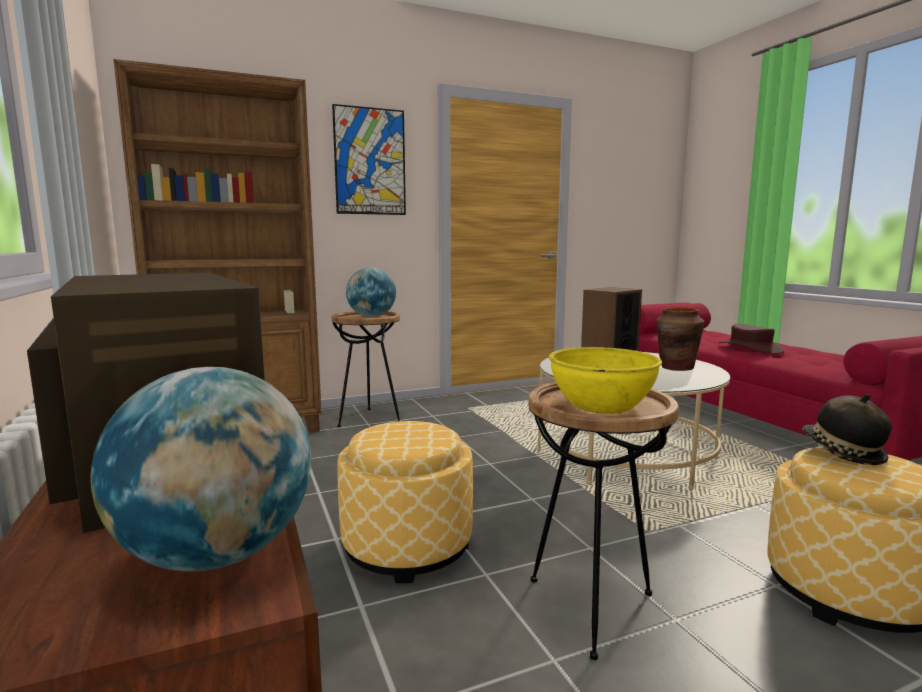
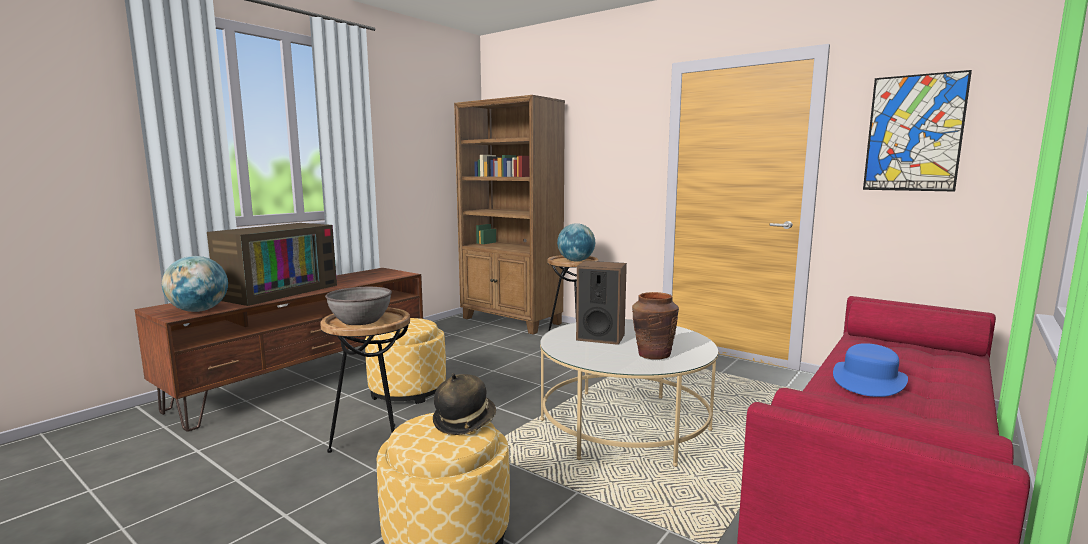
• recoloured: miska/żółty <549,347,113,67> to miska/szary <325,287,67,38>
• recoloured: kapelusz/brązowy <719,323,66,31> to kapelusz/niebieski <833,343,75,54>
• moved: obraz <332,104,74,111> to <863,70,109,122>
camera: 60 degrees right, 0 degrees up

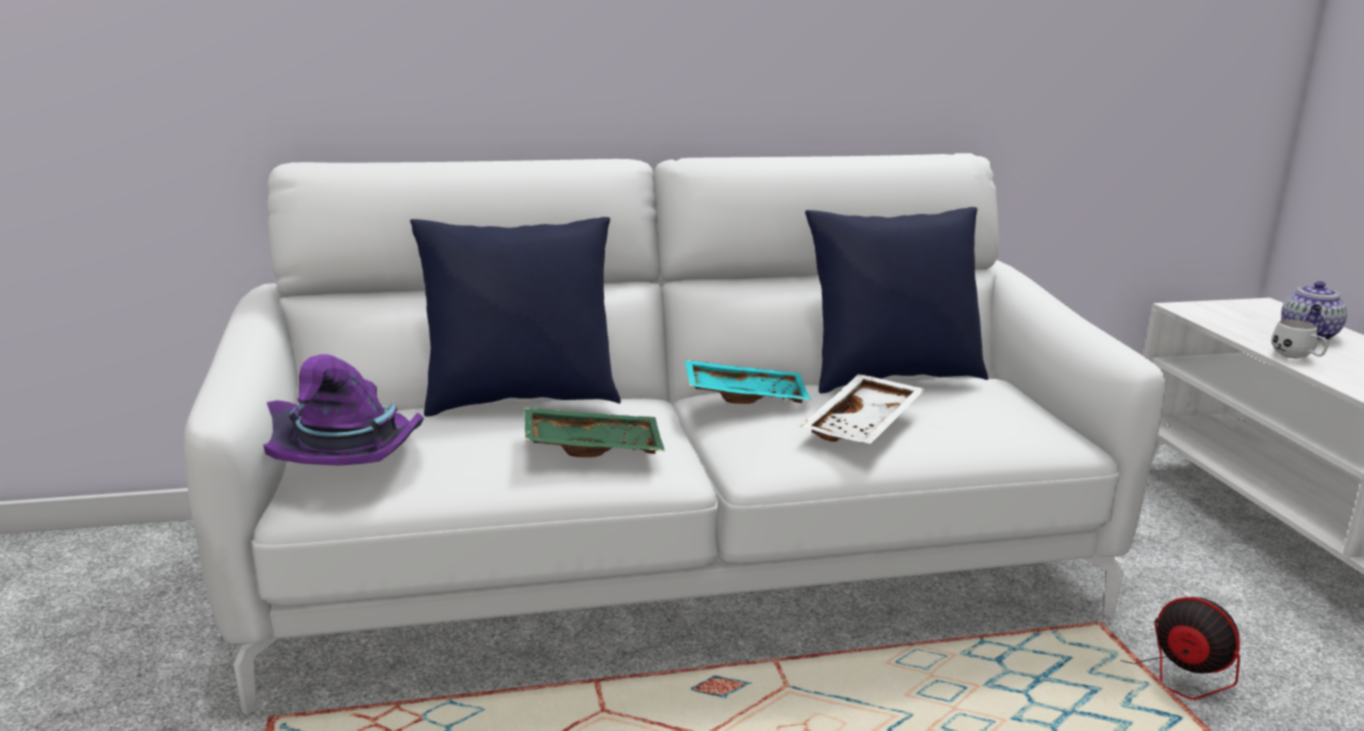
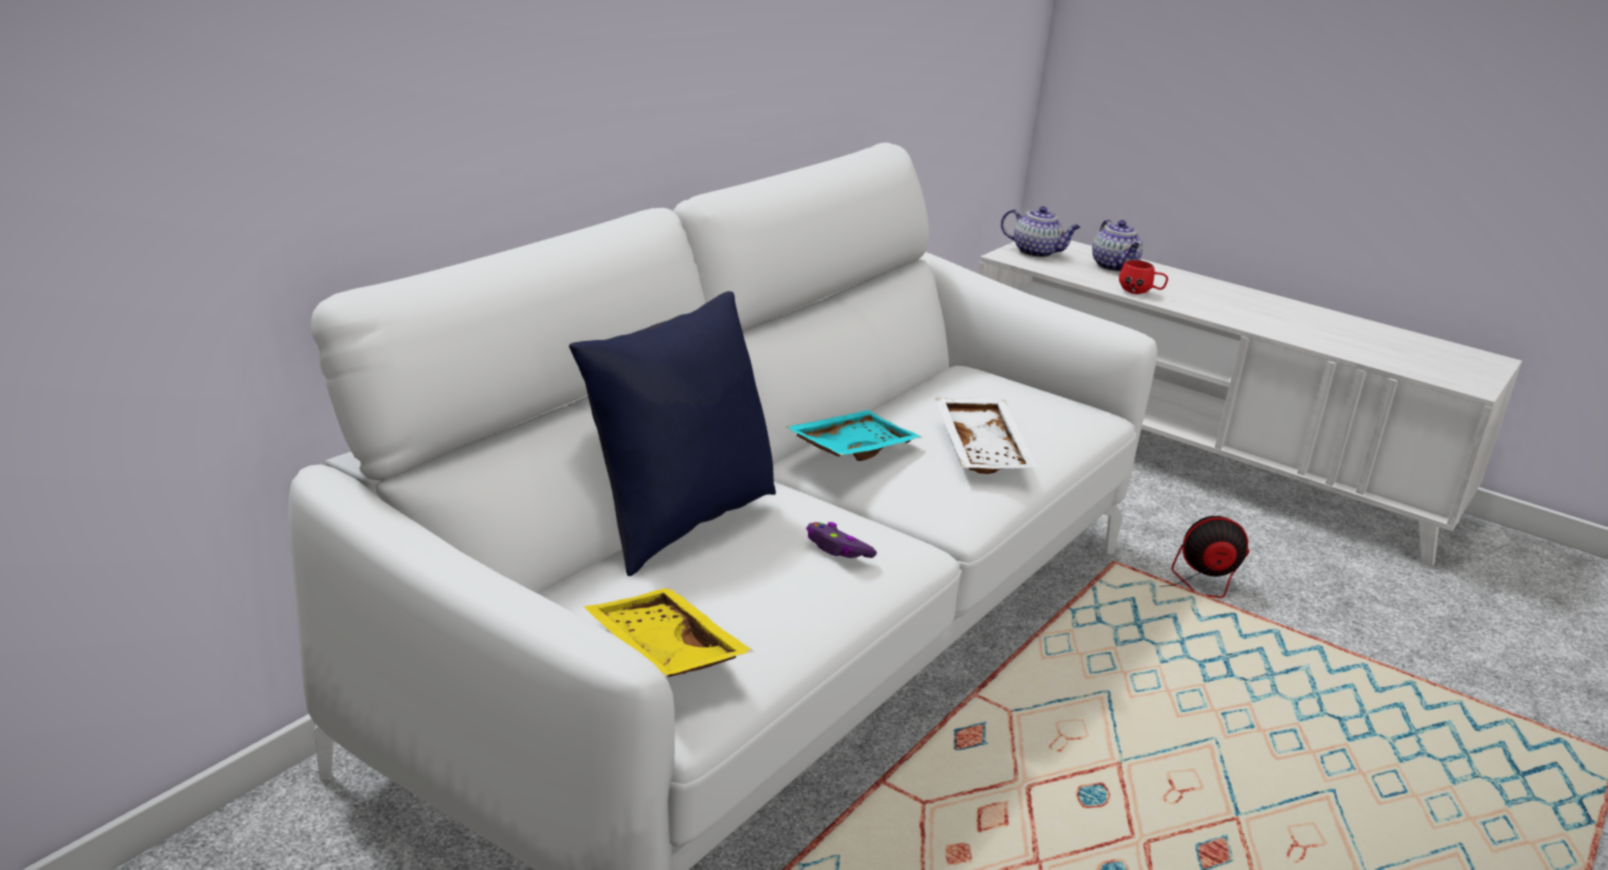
• replaced: kapelusz/fioletowy <263,354,161,112> to taca/żółty <584,588,169,89>
• replaced: taca/zielony <524,407,141,50> to pad do gier/fioletowy <806,522,71,36>
• added: imbryk <1001,206,80,52>
• recoloured: kubek/biały <1271,319,58,39> to kubek/czerwony <1119,260,49,34>
• removed: poduszka/niebieski <805,207,183,186>
camera: 45 degrees left, 5 degrees up

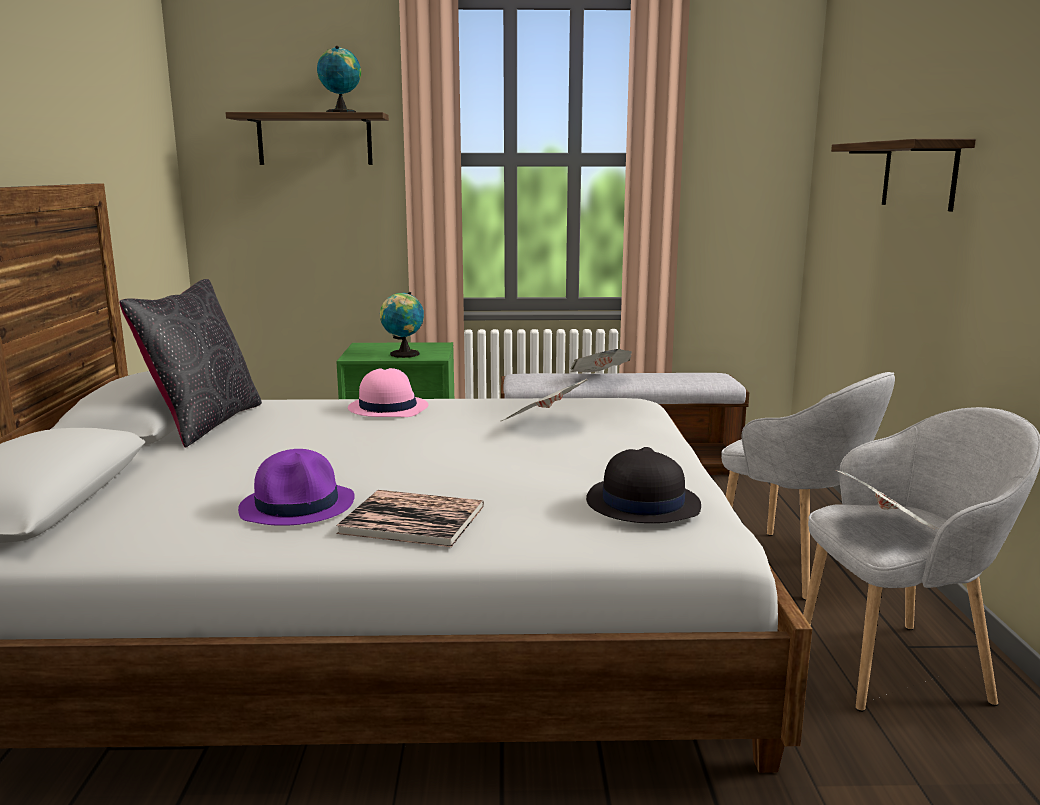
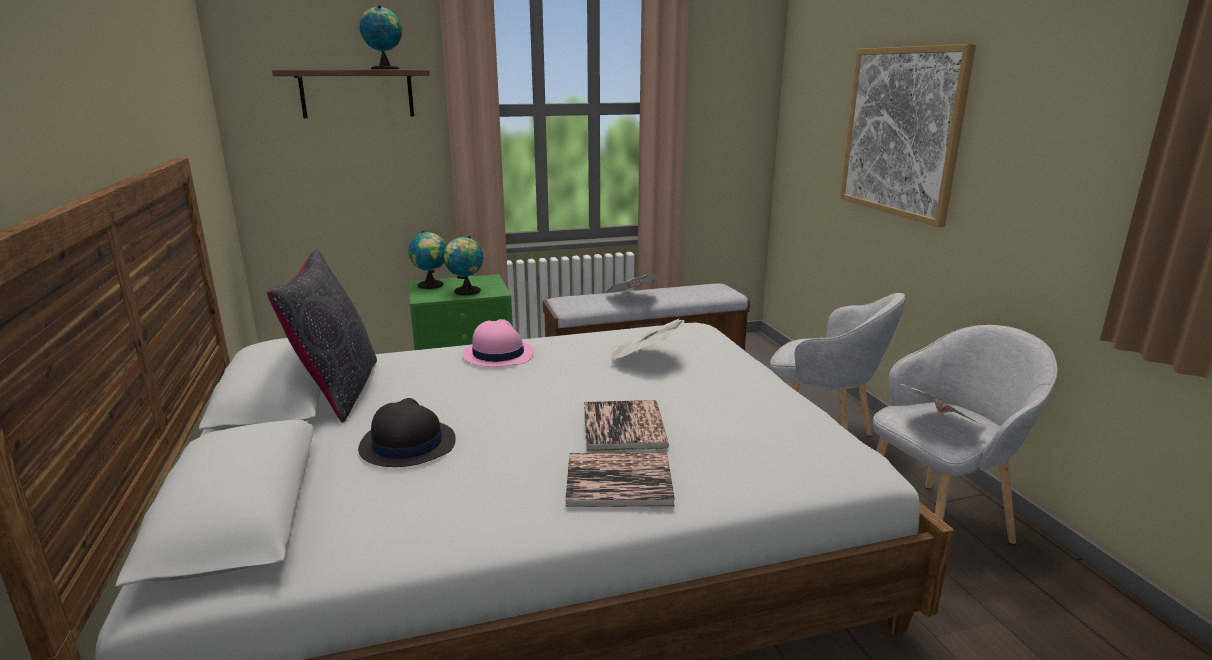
• moved: kapelusz/czarny <586,447,115,76> to <358,398,98,69>
• added: globus <408,231,39,58>
• added: książka <584,400,85,51>
• replaced: półka <831,139,145,72> to obraz <840,44,136,183>
• removed: kapelusz/fioletowy <238,449,117,77>
camera: 15 degrees left, 5 degrees up

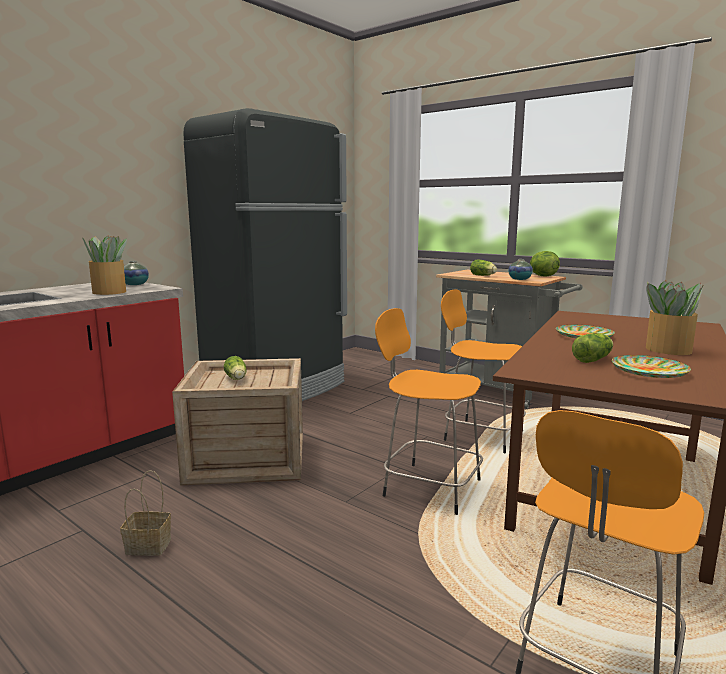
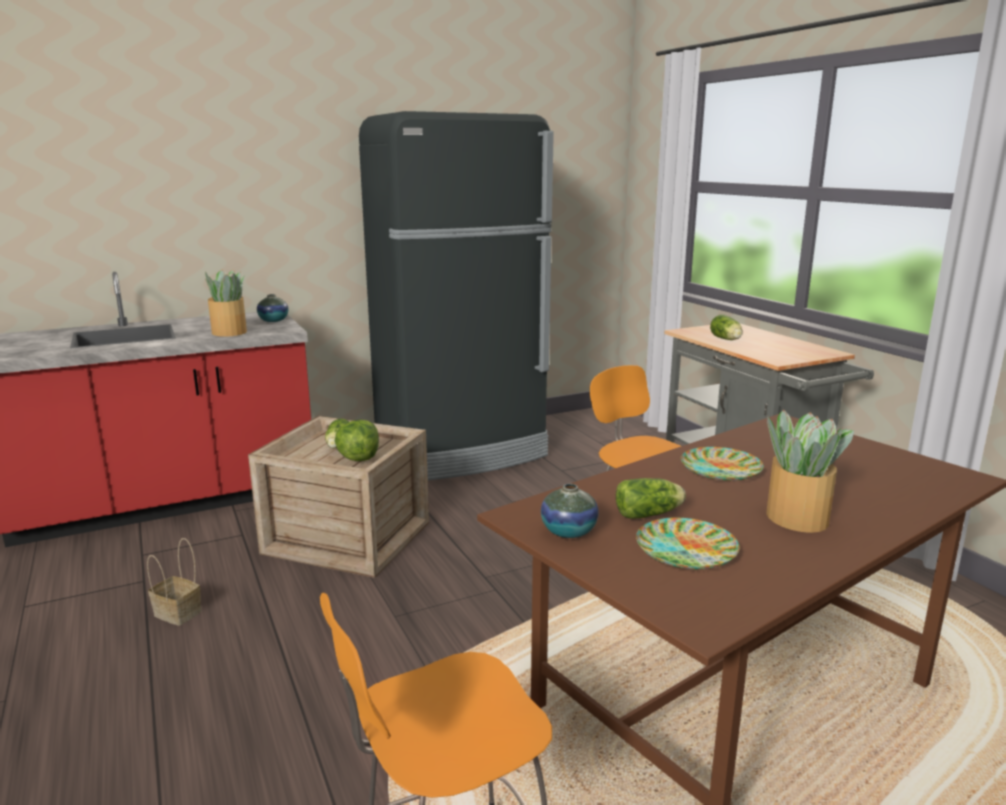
• moved: sałata <530,251,30,25> to <335,420,44,41>
• moved: wazon <508,259,25,21> to <541,484,58,54>
• removed: stołek/pomarańczowy <375,308,108,207>
camera: 25 degrees right, 5 degrees up

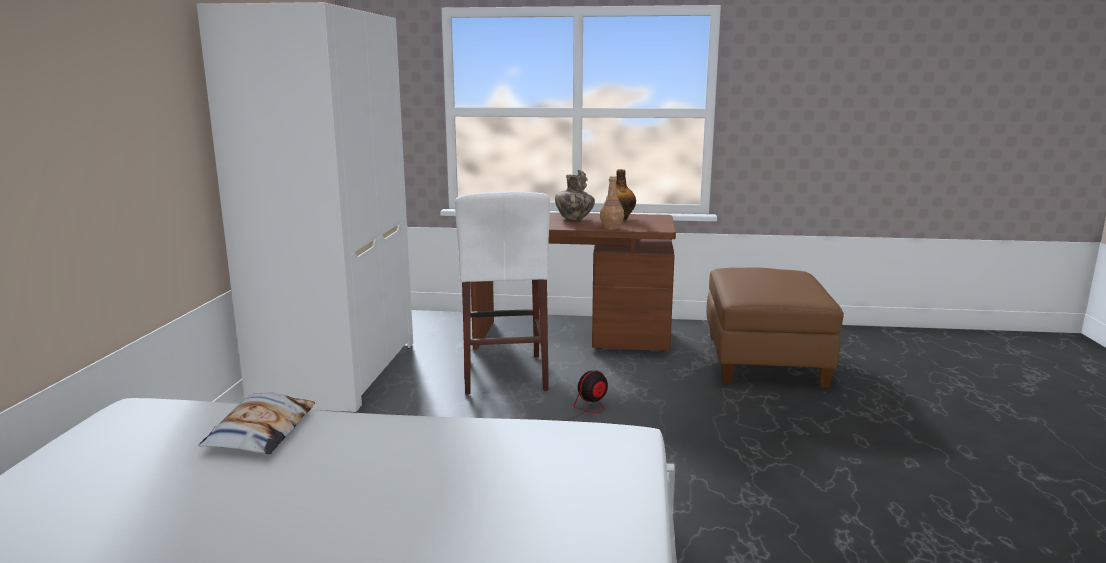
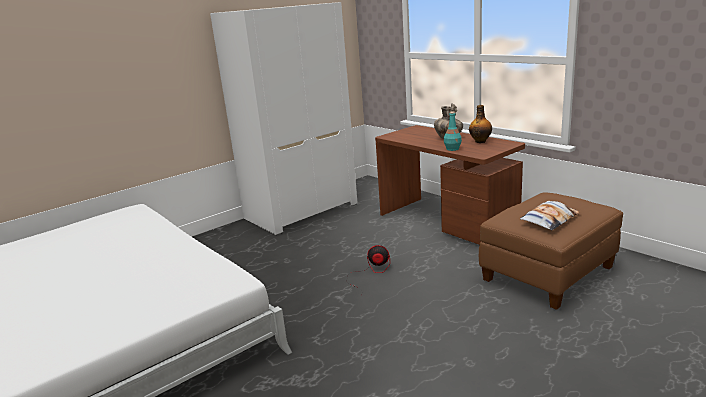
• recoloured: butelka/brązowy <600,176,24,53> to butelka/turkusowy <444,111,18,40>
• moved: poduszka <199,392,116,62> to <520,201,59,29>
• removed: stołek/biały <455,192,95,203>
camera: 45 degrees right, 5 degrees up

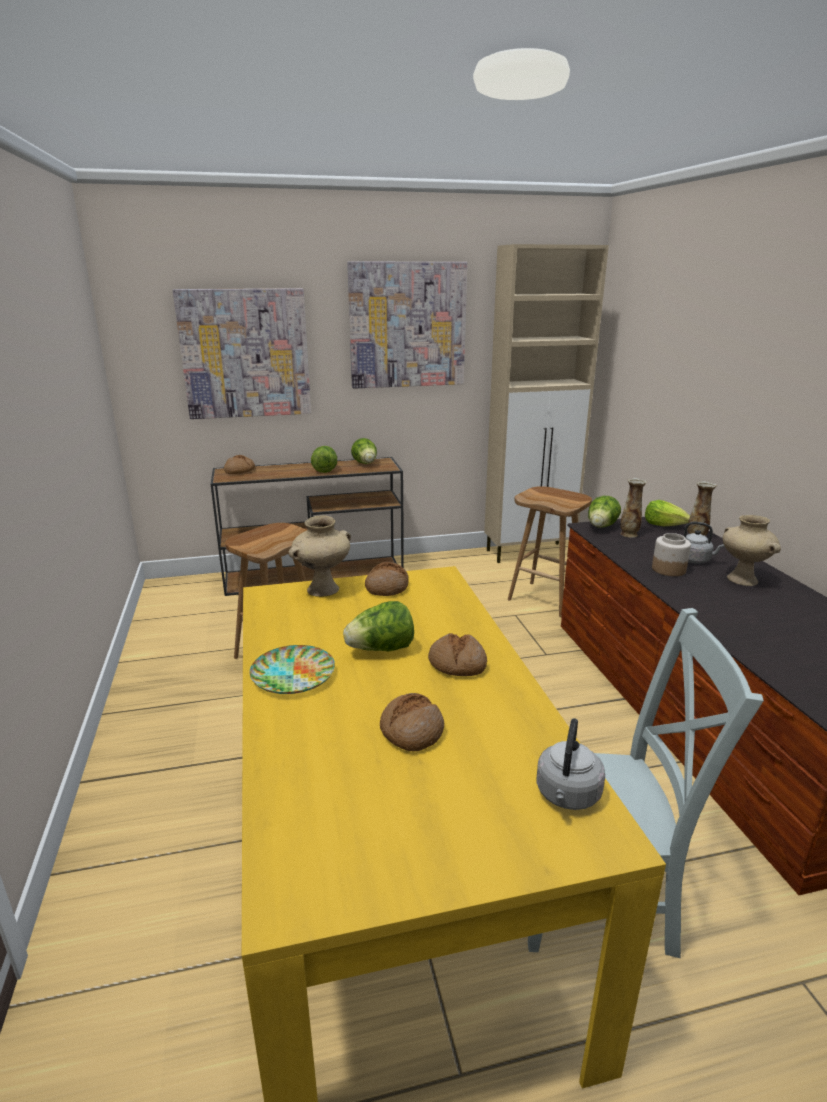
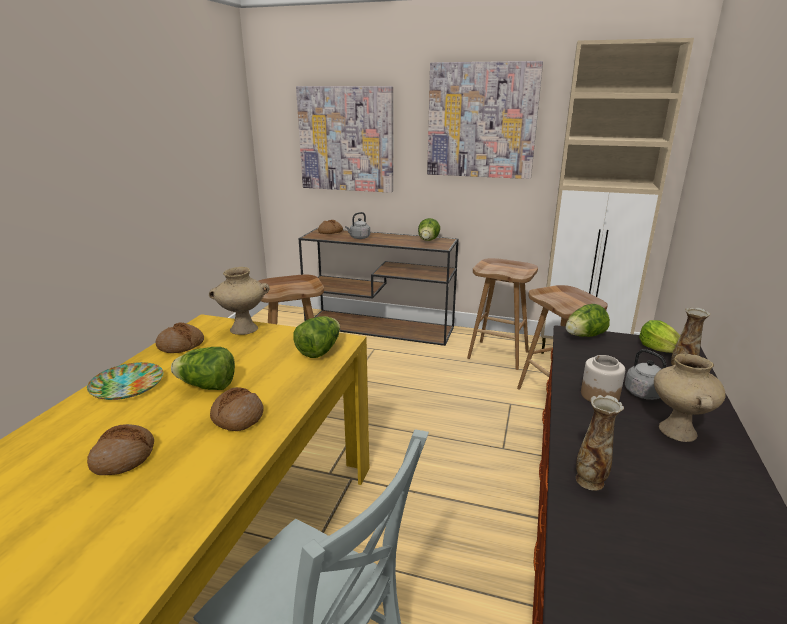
• moved: chleb <365,562,44,34> to <155,323,49,30>
• moved: sałata <311,446,26,27> to <293,316,47,42>
• moved: czajnik/szary <537,718,68,92> to <345,212,25,27>
• added: stołek/brązowy <467,258,71,112>
• moved: wazon <620,478,27,60> to <576,395,48,95>
camera: 30 degrees right, 0 degrees up

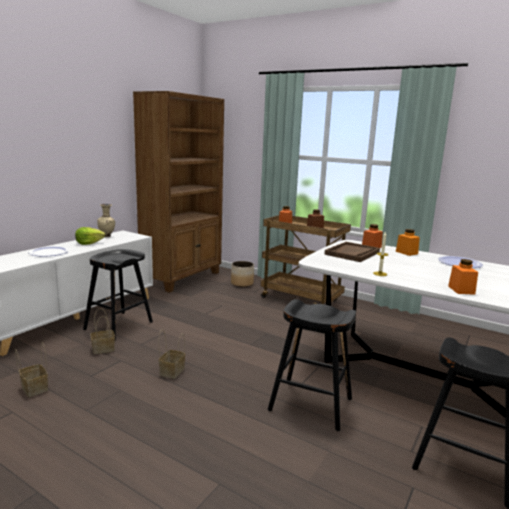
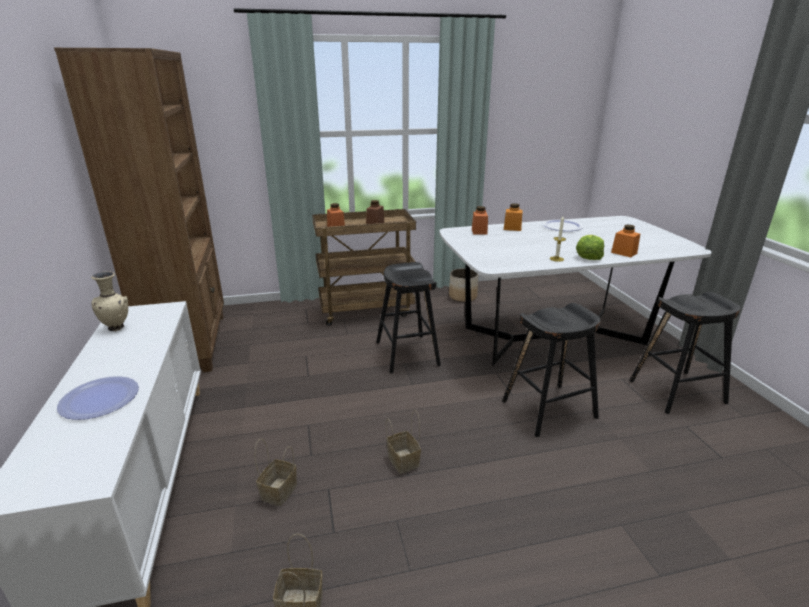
• moved: stołek/czarny <83,249,70,91> to <376,262,65,111>
• moved: donica <231,261,23,26> to <449,268,30,34>
• moved: sałata <75,227,30,18> to <576,235,28,25>
• removed: taca/brązowy <324,242,56,20>
camera: 45 degrees left, 10 degrees up

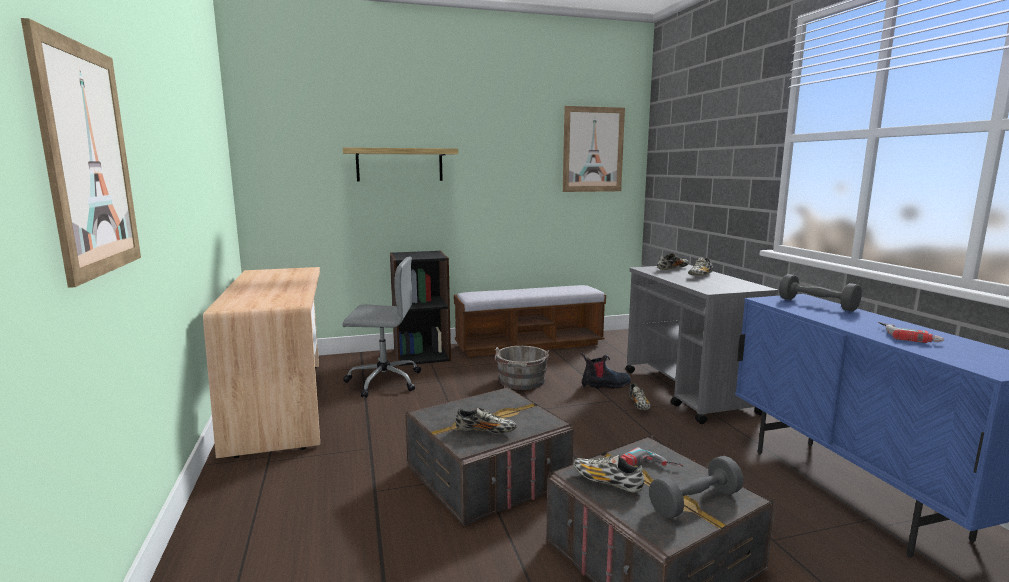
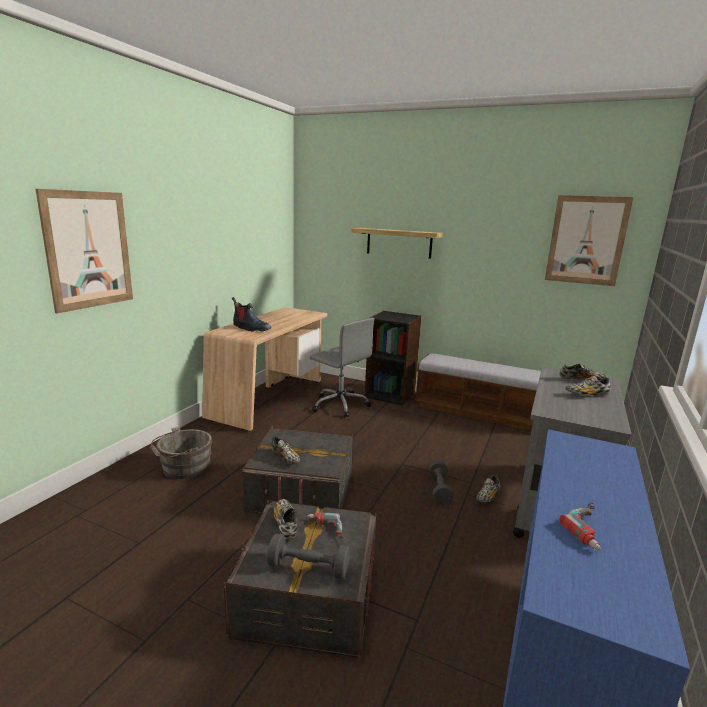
• moved: wiadro/szary <495,346,54,44> to <150,426,62,53>
• moved: but z cholewką <581,352,50,37> to <232,297,39,35>
• moved: hantel/szary <779,274,83,37> to <429,460,25,45>
camera: 40 degrees right, 5 degrees up

